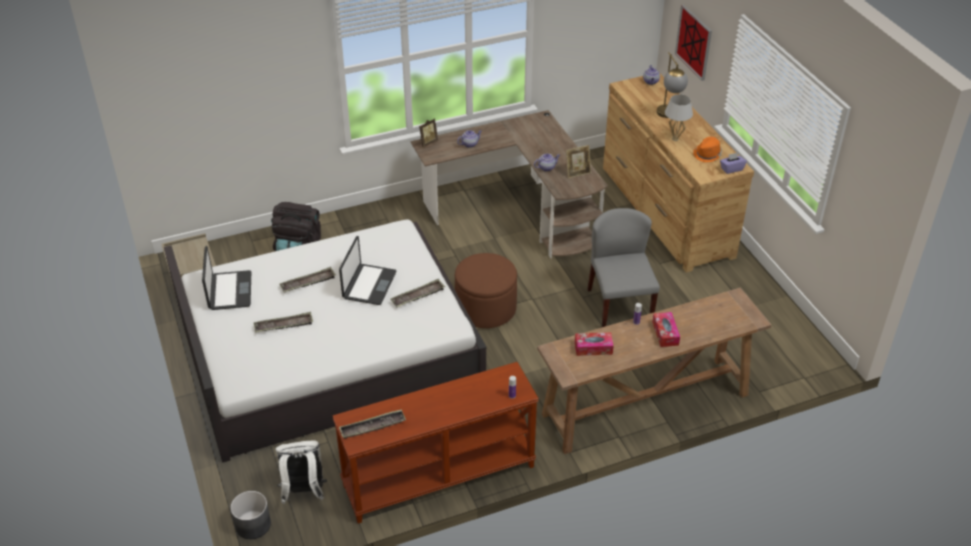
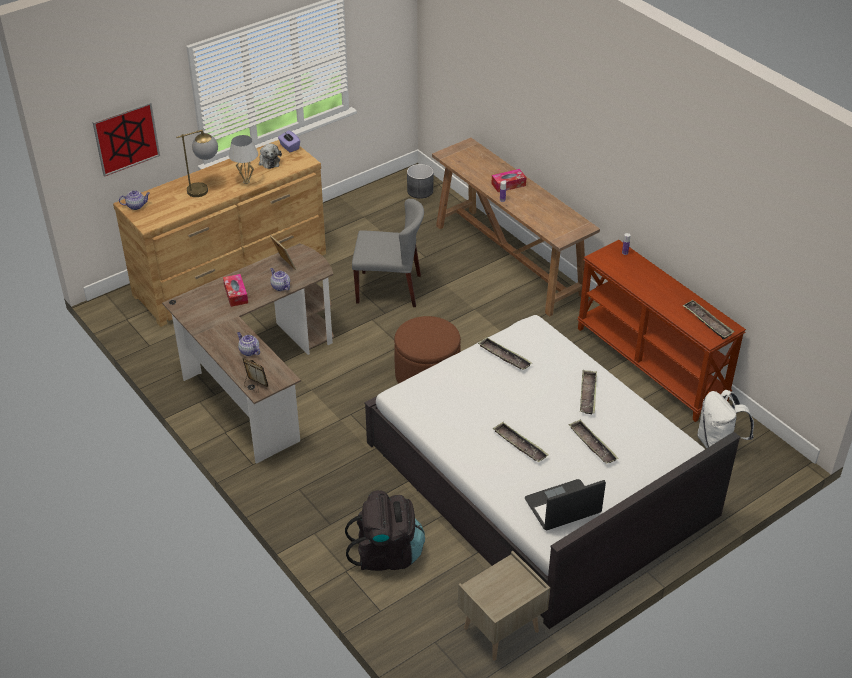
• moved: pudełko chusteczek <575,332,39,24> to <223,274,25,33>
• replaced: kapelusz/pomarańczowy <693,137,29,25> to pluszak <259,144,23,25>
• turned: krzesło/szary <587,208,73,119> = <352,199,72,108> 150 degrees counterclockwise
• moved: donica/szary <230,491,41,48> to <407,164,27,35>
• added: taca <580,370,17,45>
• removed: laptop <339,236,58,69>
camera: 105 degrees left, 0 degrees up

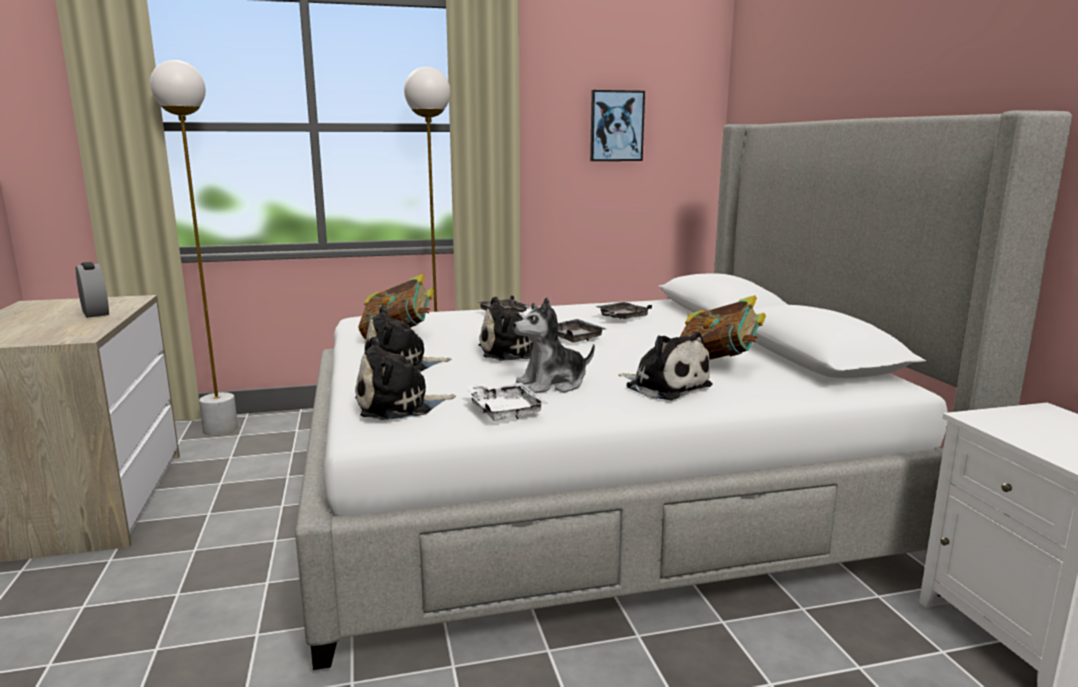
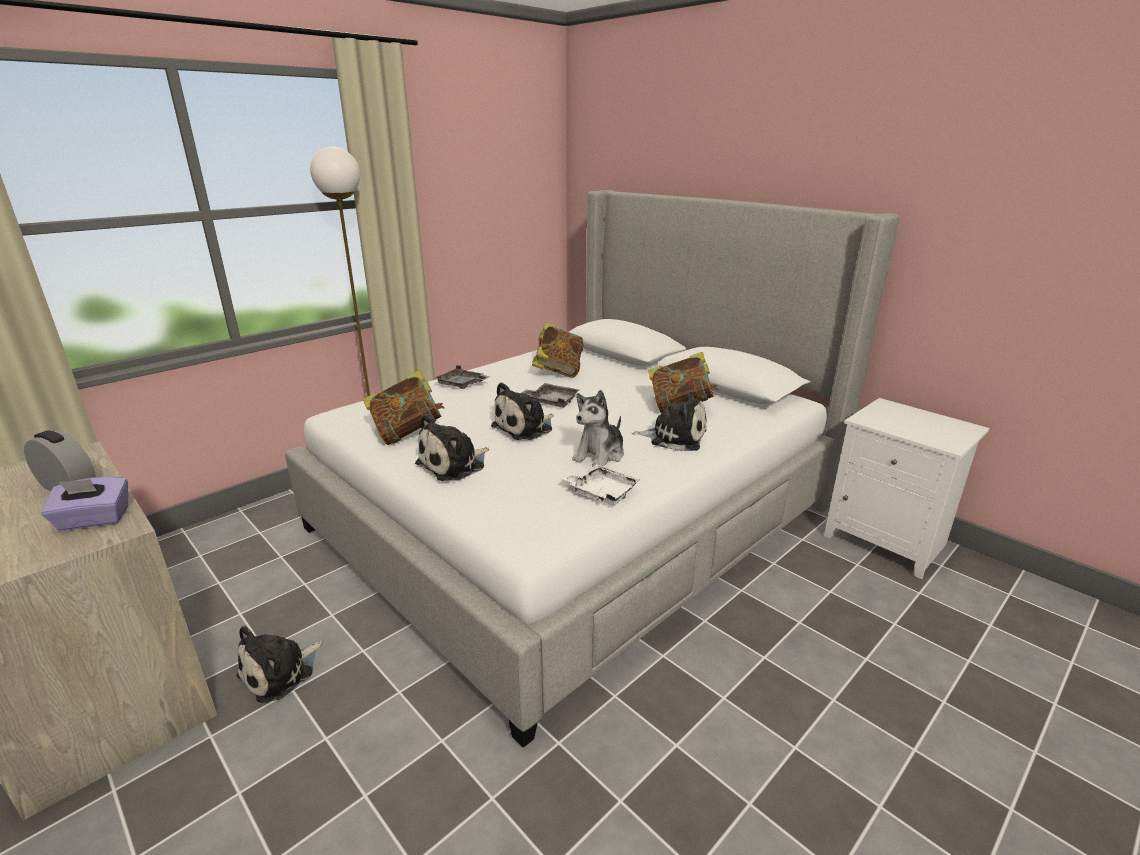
• added: pudełko chusteczek/fioletowy <41,477,87,54>
• moved: pluszak <355,336,101,84> to <236,626,87,77>
• replaced: taca/szary <595,302,57,17> to książka <532,322,51,56>
• removed: lampa stojąca/biały <150,60,88,376>
• removed: obraz <590,90,55,71>
camera: 30 degrees left, 10 degrees up

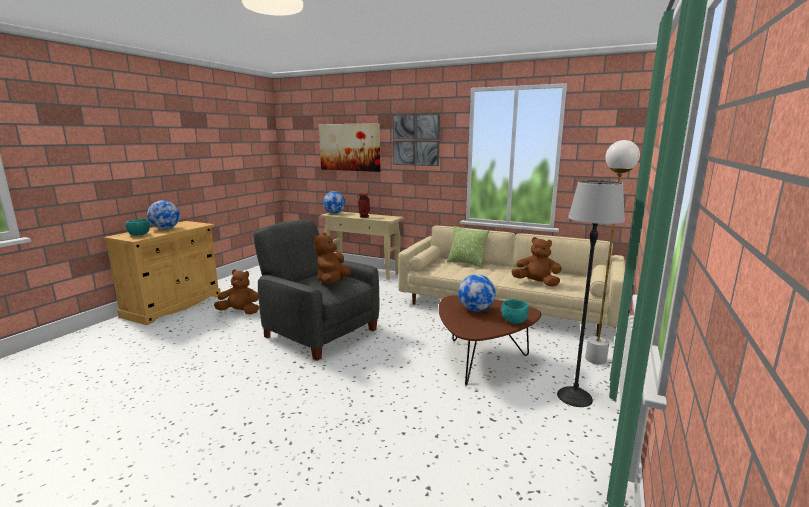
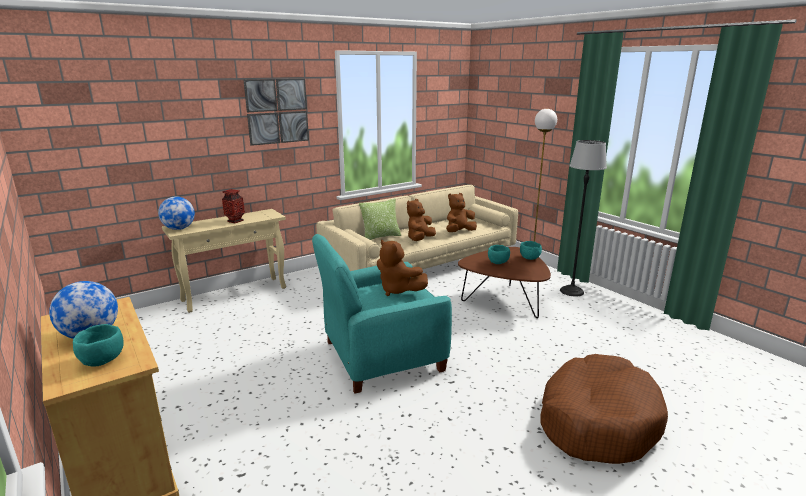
• recoloured: fotel/szary <253,220,126,141> to fotel/turkusowy <312,234,140,160>
• moved: pluszak/brązowy <214,270,45,44> to <407,199,29,42>
• replaced: globus <458,274,38,38> to miska/turkusowy <488,245,22,19>
• added: legowisko/brązowy <540,354,128,110>
• removed: obraz <319,123,61,49>
camera: 60 degrees left, 5 degrees up

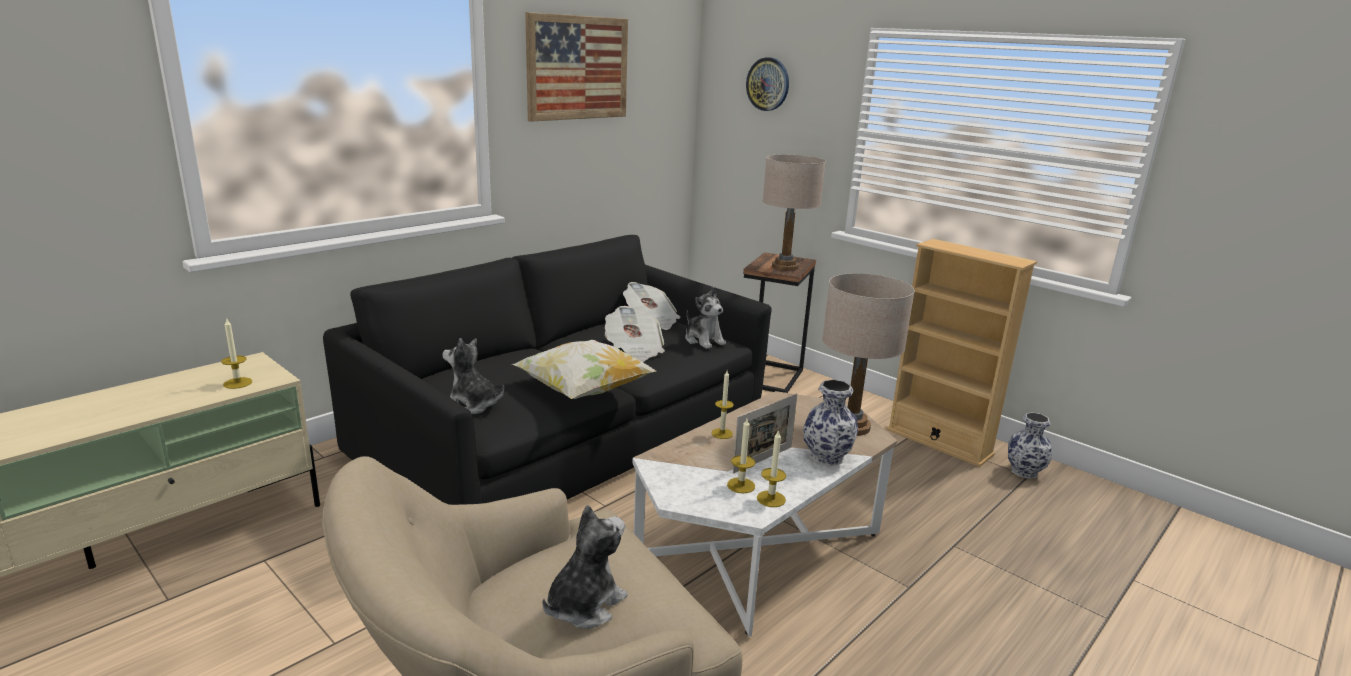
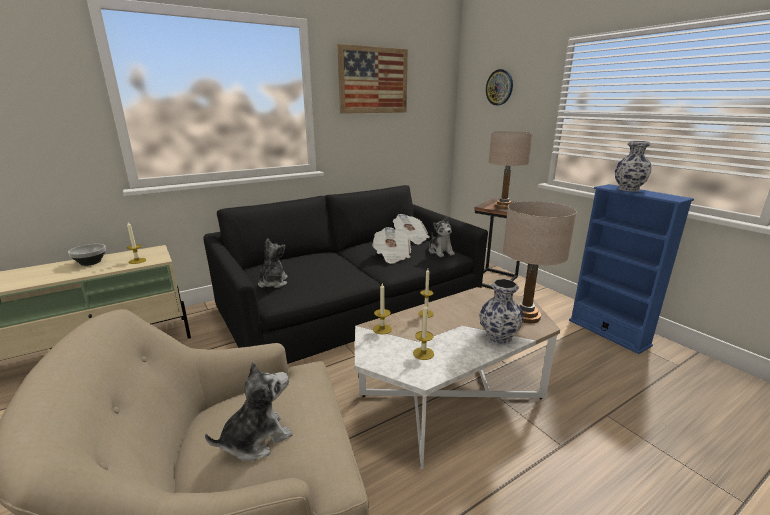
• added: miska <68,244,38,22>
• turned: pluszak <442,338,62,76> = <258,238,30,50> 60 degrees clockwise
• moved: świeca <757,430,29,77> to <373,283,19,51>
• recoloured: regał/beżowy <886,239,151,228> to regał/niebieski <569,184,125,170>
• moved: wazon <1008,412,44,67> to <615,141,36,51>
• removed: poduszka <512,340,144,59>
• removed: ramka na zdjęcie <733,394,64,79>
camera: 15 degrees right, 0 degrees up

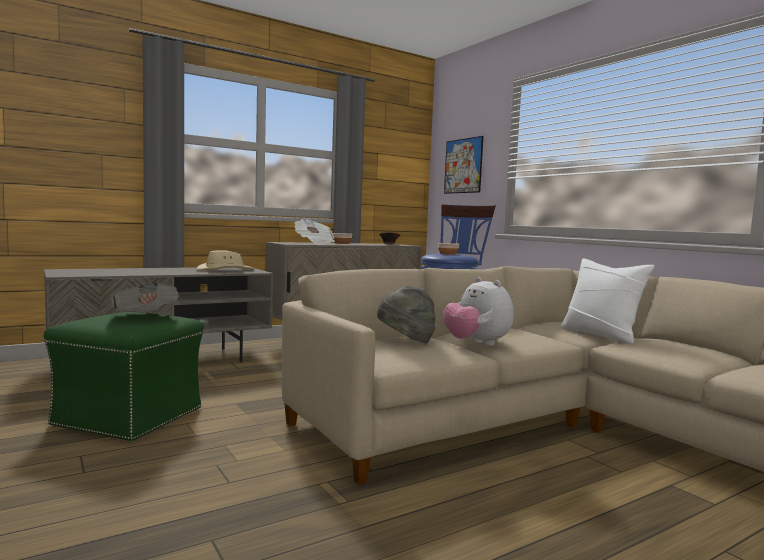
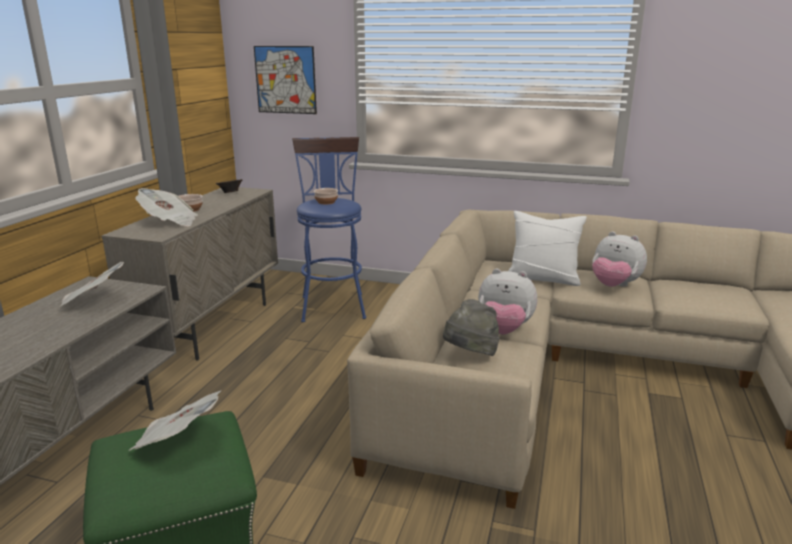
• replaced: kapelusz/beżowy <197,250,57,21> to gazeta <60,262,64,45>
• added: pluszak <592,232,55,55>
camera: 40 degrees left, 15 degrees up

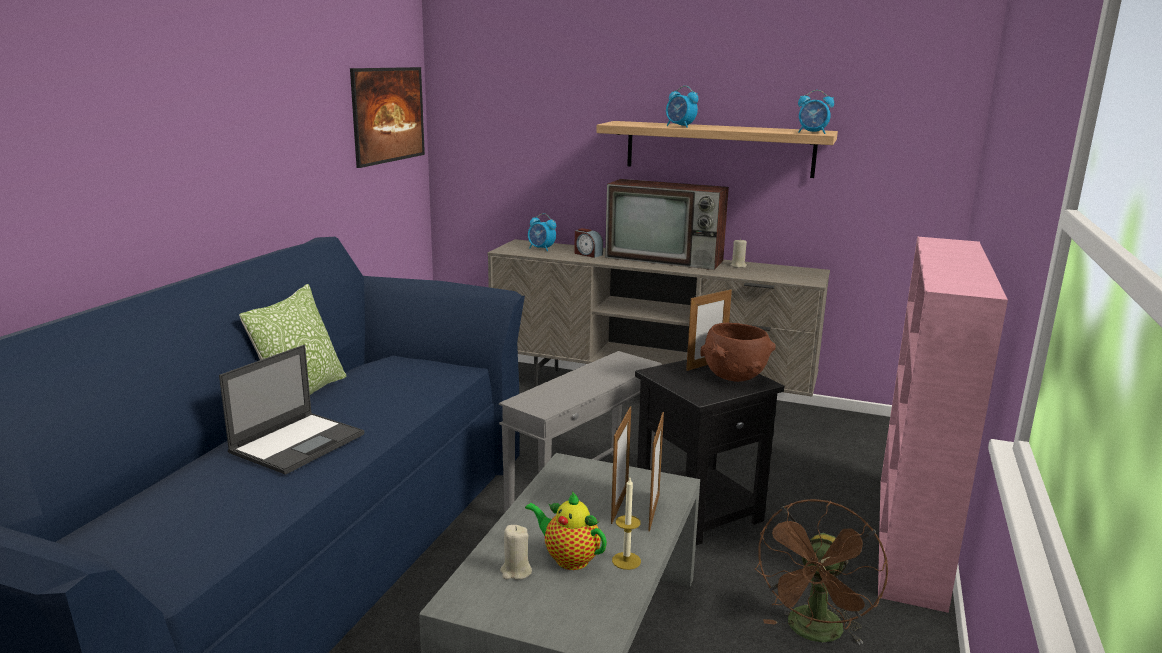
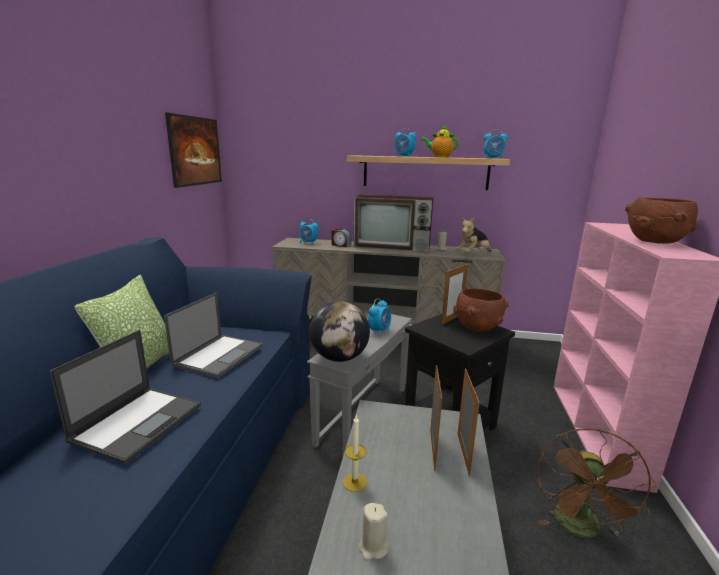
• added: laptop <164,292,99,87>
• added: globus <310,301,60,61>
• moved: świeca <612,478,29,92> to <343,416,24,76>
• added: budzik <368,298,23,38>
• moved: imbryk <525,491,82,79> to <421,125,37,32>
• added: pluszak <456,218,35,35>
• added: miska/brązowy <625,198,73,46>
camera: 10 degrees left, 0 degrees up

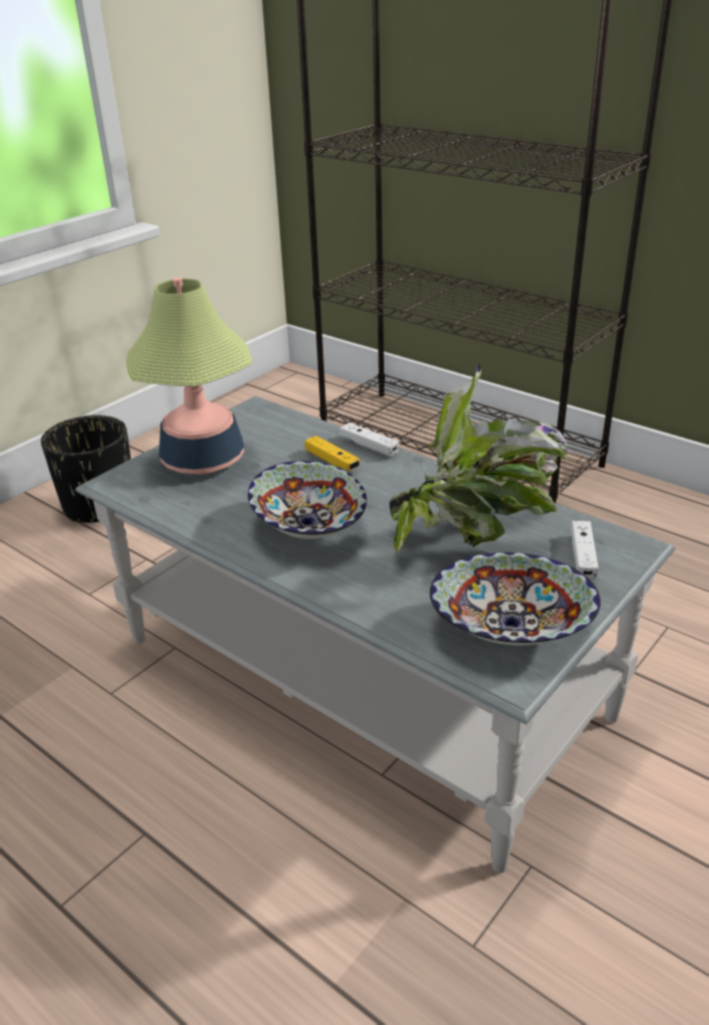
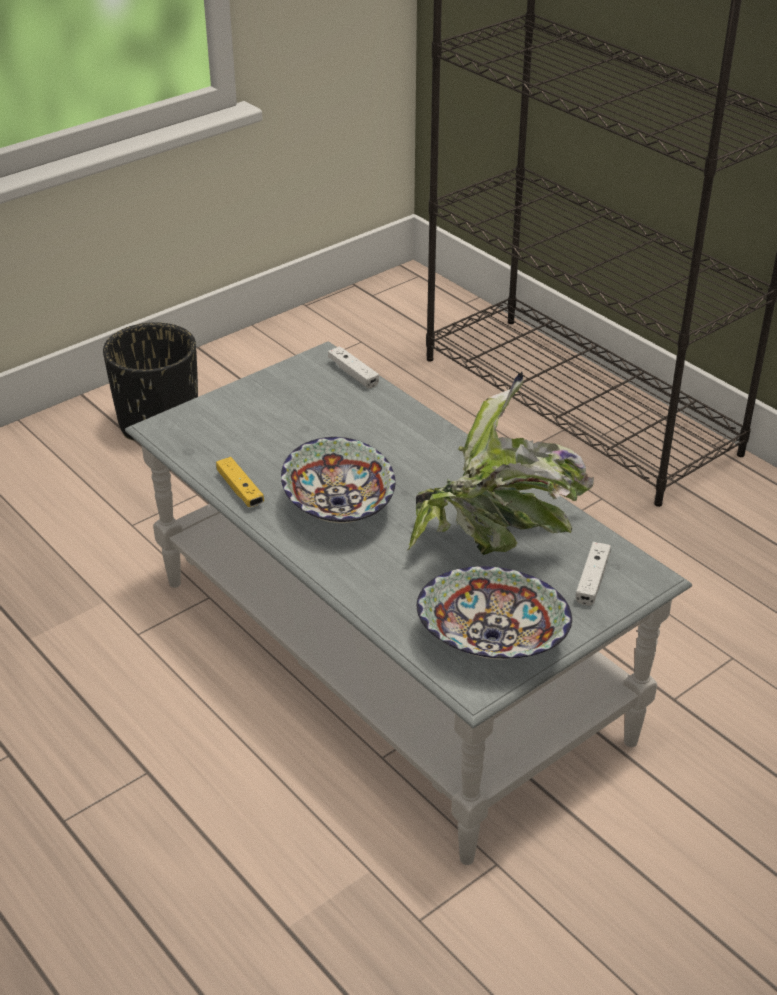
• moved: pad do gier/żółty <305,436,55,35> to <216,457,48,50>
• moved: pad do gier/biały <340,423,59,34> to <328,346,51,43>
• removed: lampa stołowa <126,278,126,196>
camera: 10 degrees right, 5 degrees up

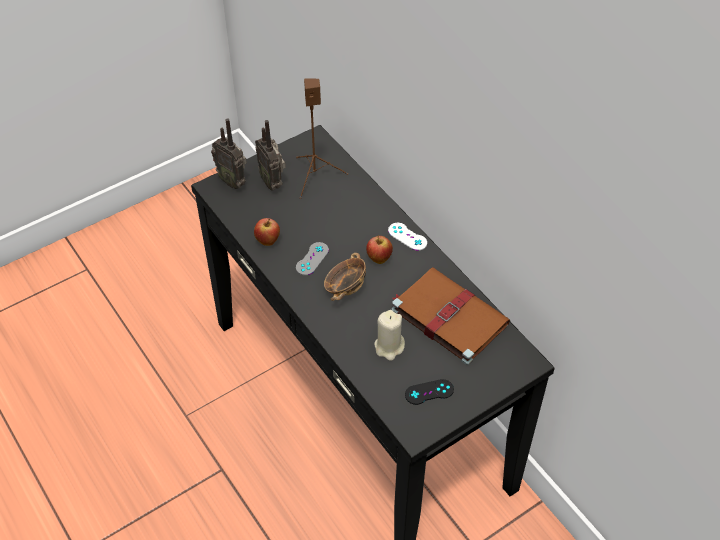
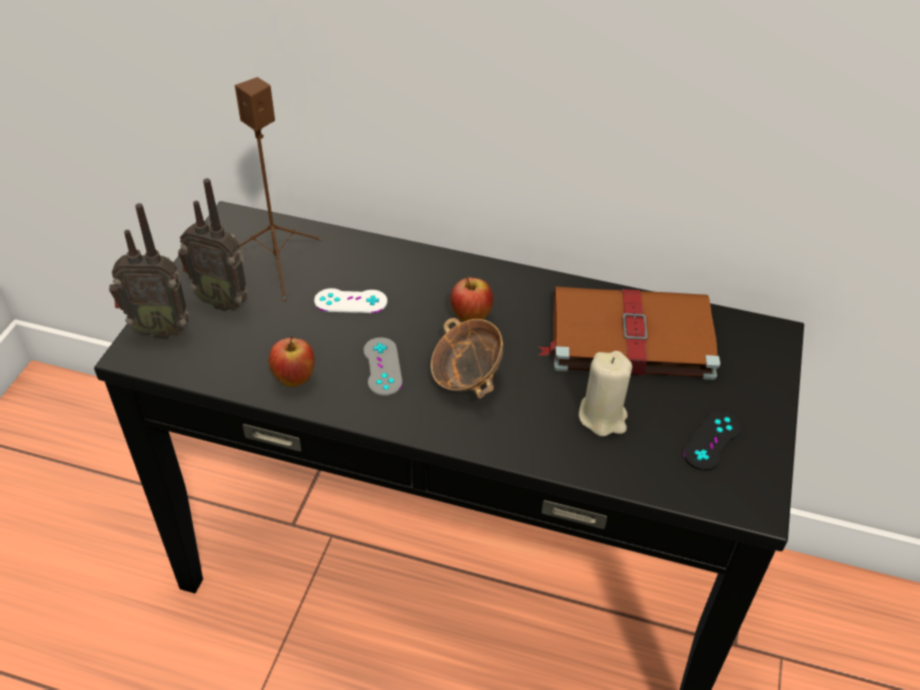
• moved: pad do gier/biały <388,223,39,28> to <314,288,73,25>
camera: 40 degrees left, 5 degrees down

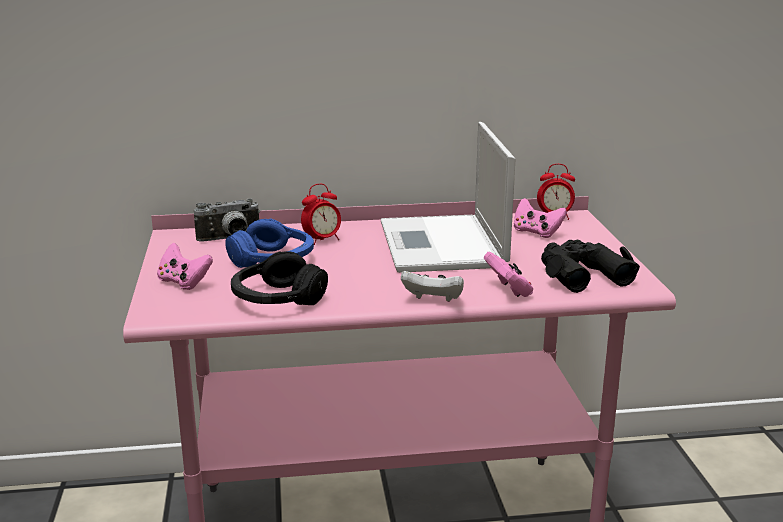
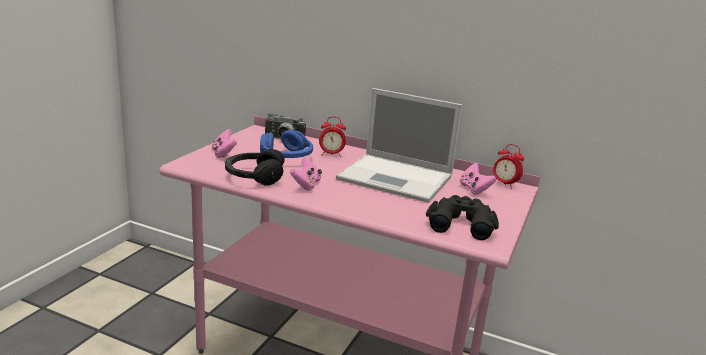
• moved: pad do gier/różowy <484,252,49,45> to <290,157,32,34>
• turned: laptop <380,122,135,151> = <336,88,127,115> 90 degrees counterclockwise
• removed: pad do gier/biały <401,271,63,31>
camera: 30 degrees right, 0 degrees up

